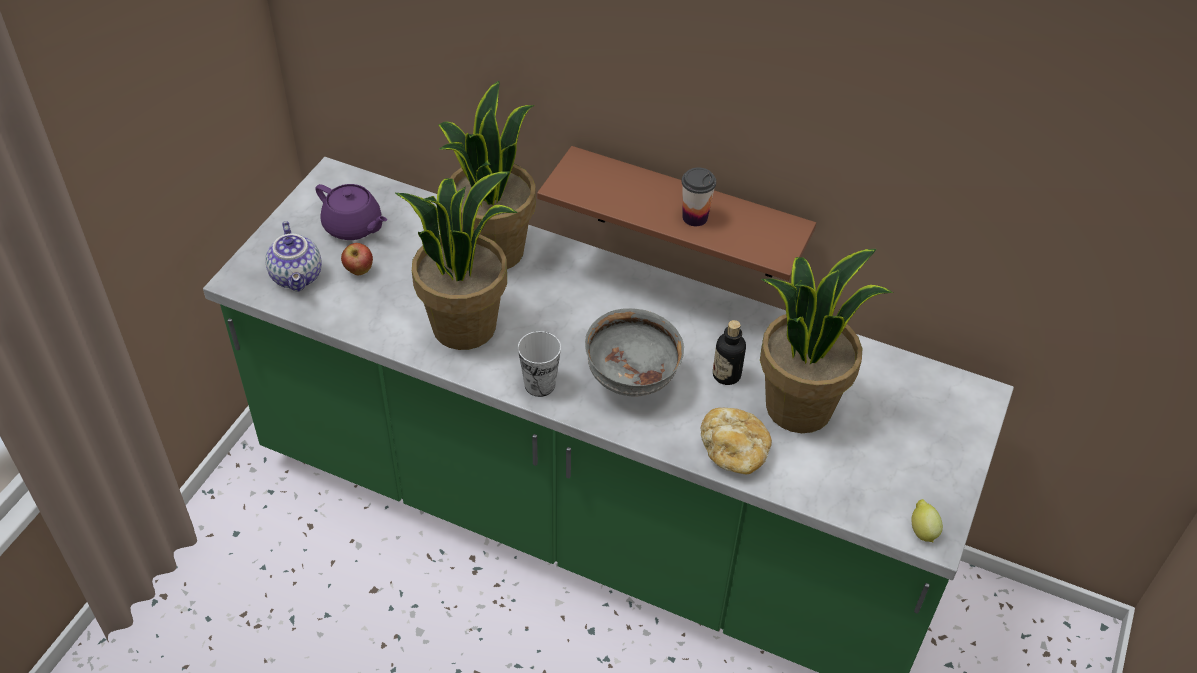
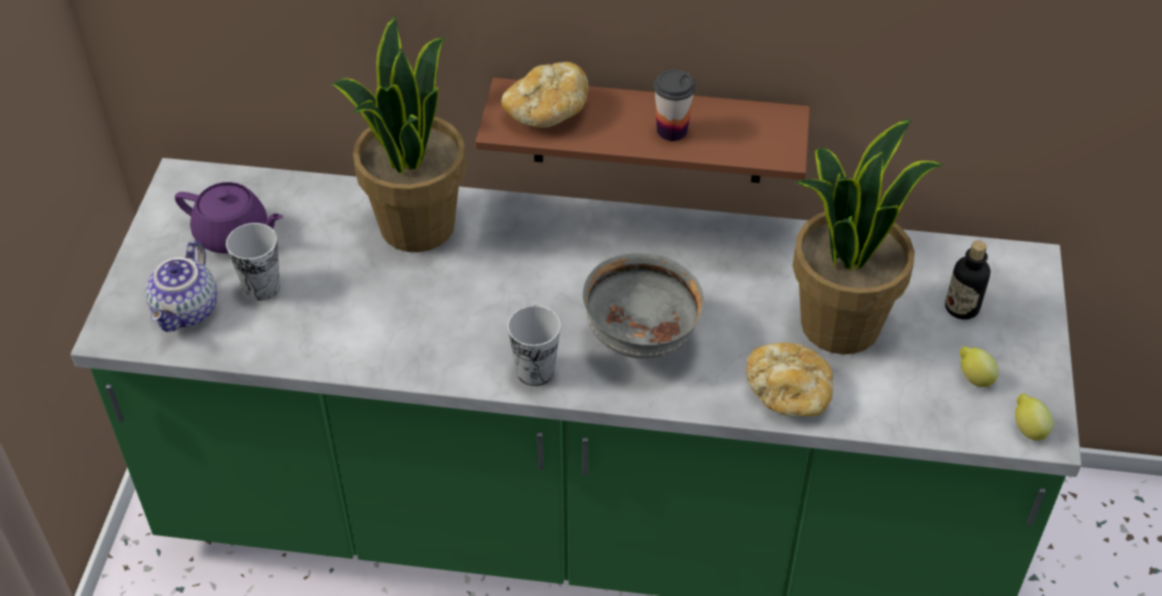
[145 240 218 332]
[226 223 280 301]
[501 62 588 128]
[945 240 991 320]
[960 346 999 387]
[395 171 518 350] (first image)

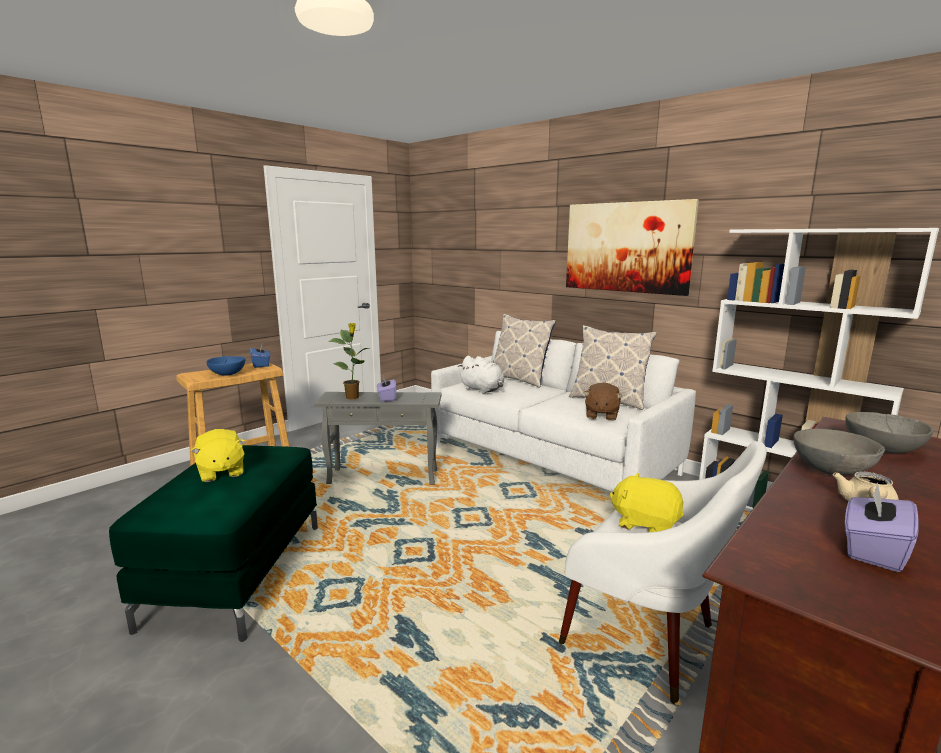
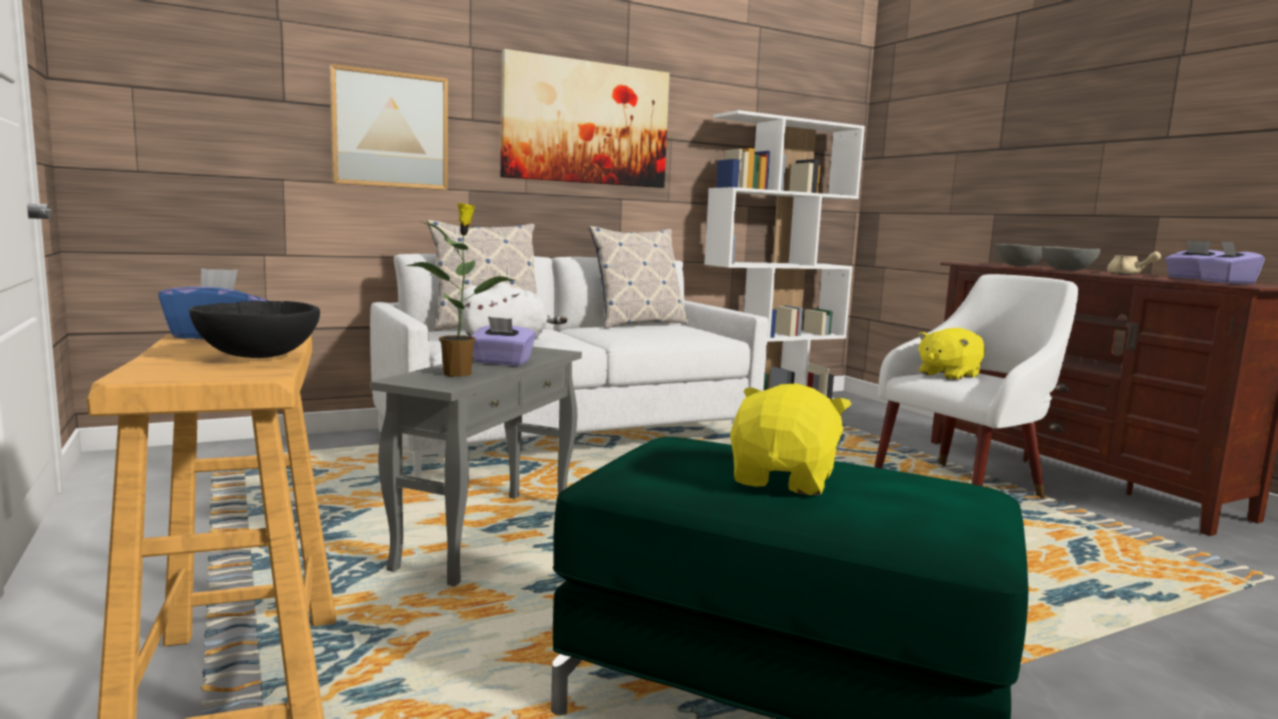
[189 301 320 358]
[330 64 448 190]
[730 383 851 495]
[1199 241 1265 285]
[584 382 622 421] (first image)

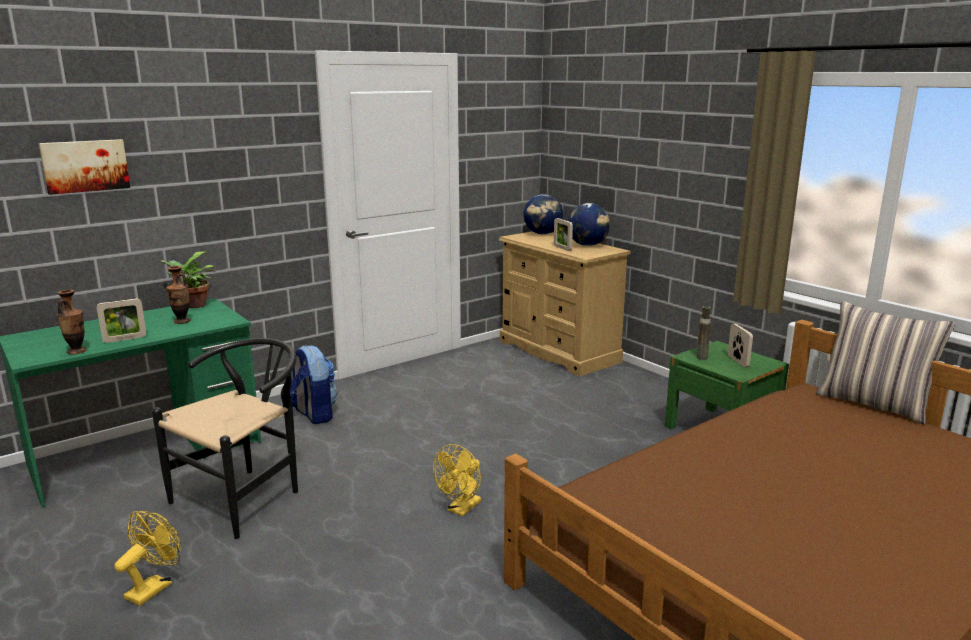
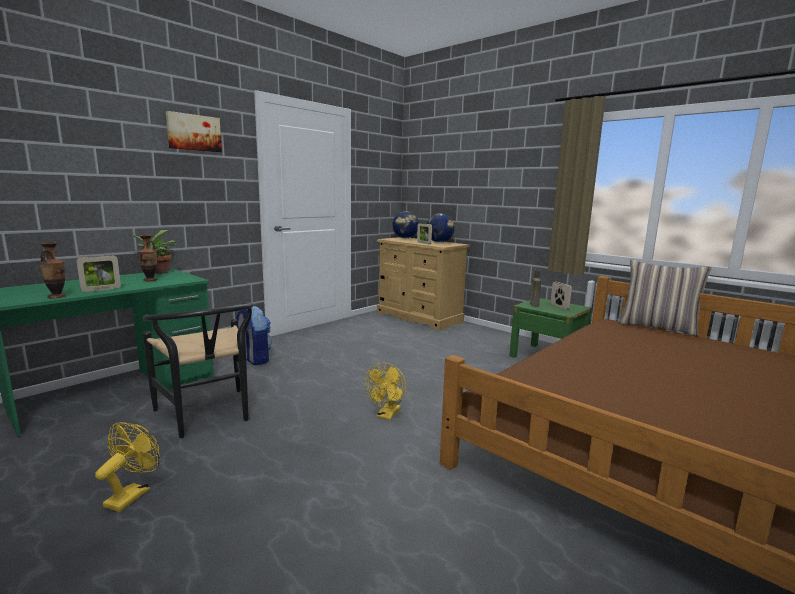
[143 302 253 439]
[166 111 222 152]

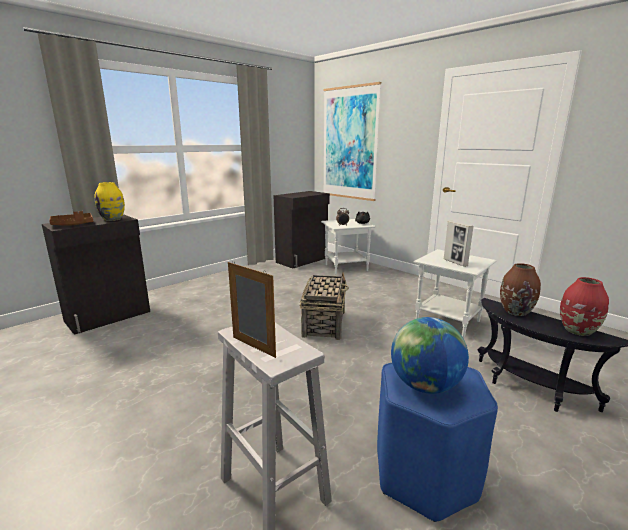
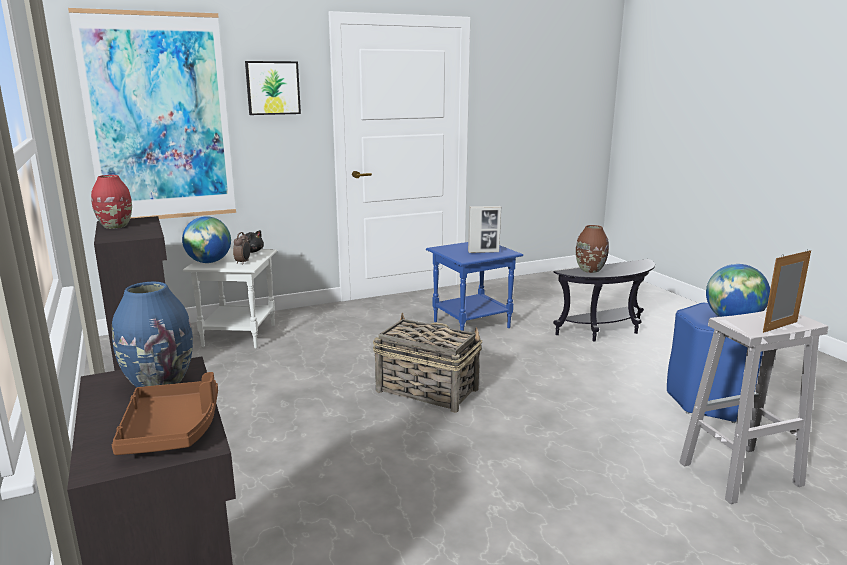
[91 175 132 229]
[112 282 193 387]
[182 216 231 263]
[245 61 301 115]
[426 242 523 331]

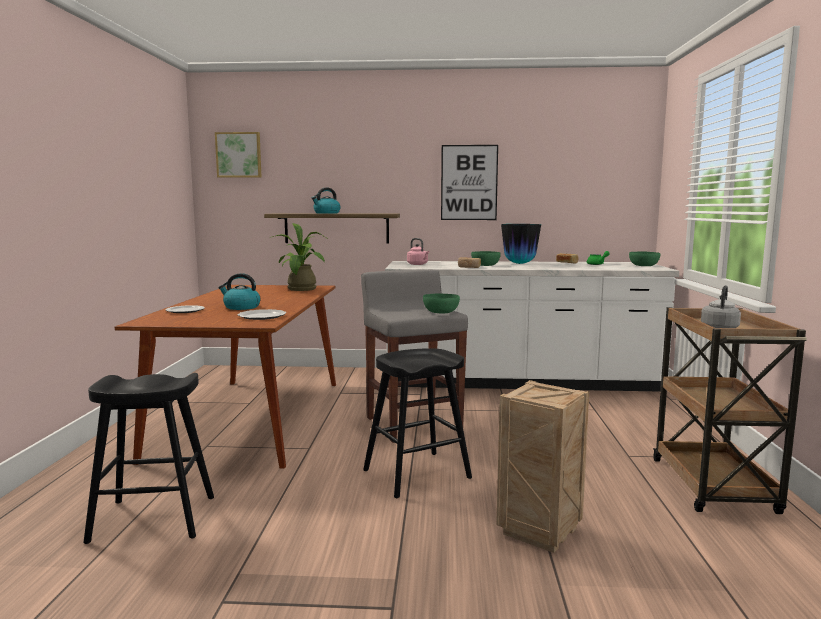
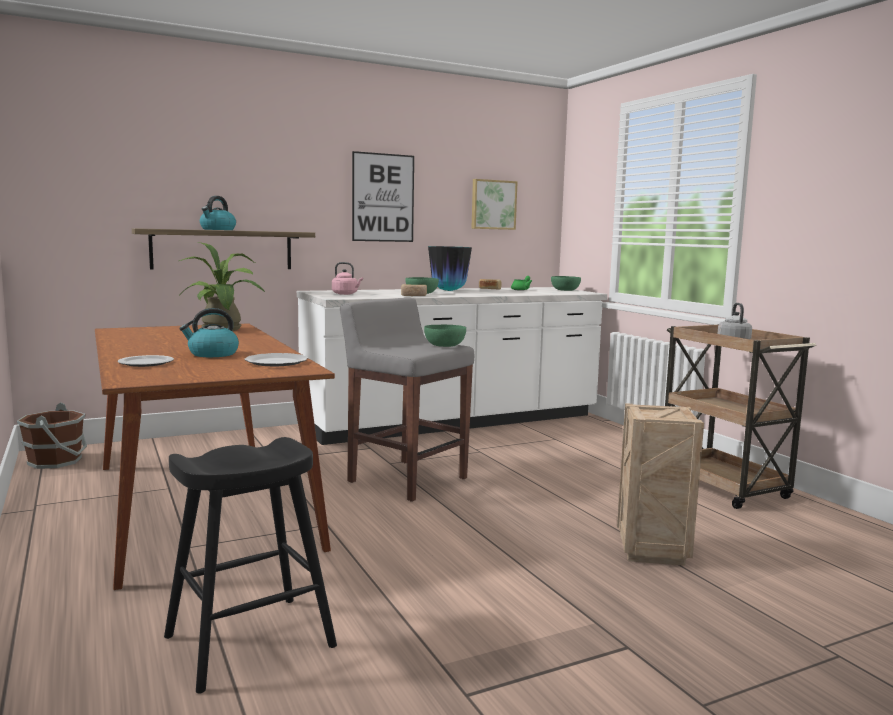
[17 403 87 469]
[471 179 518 230]
[363 348 472 498] (first image)

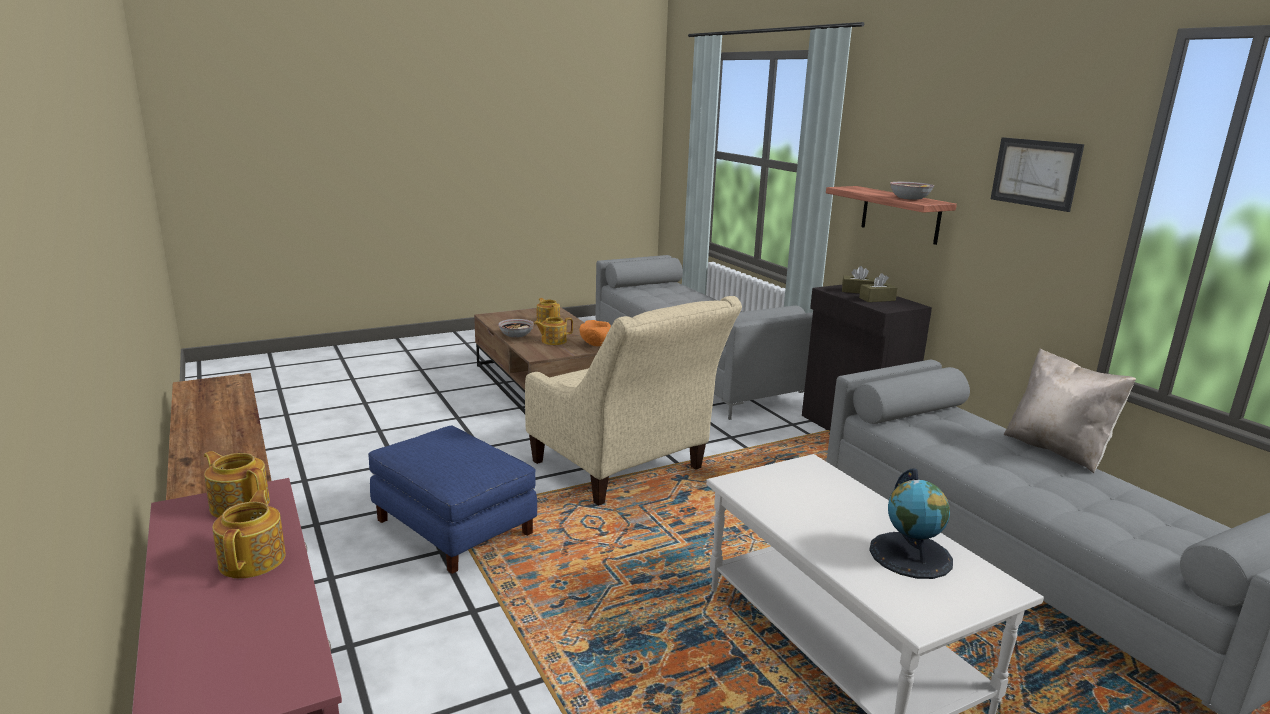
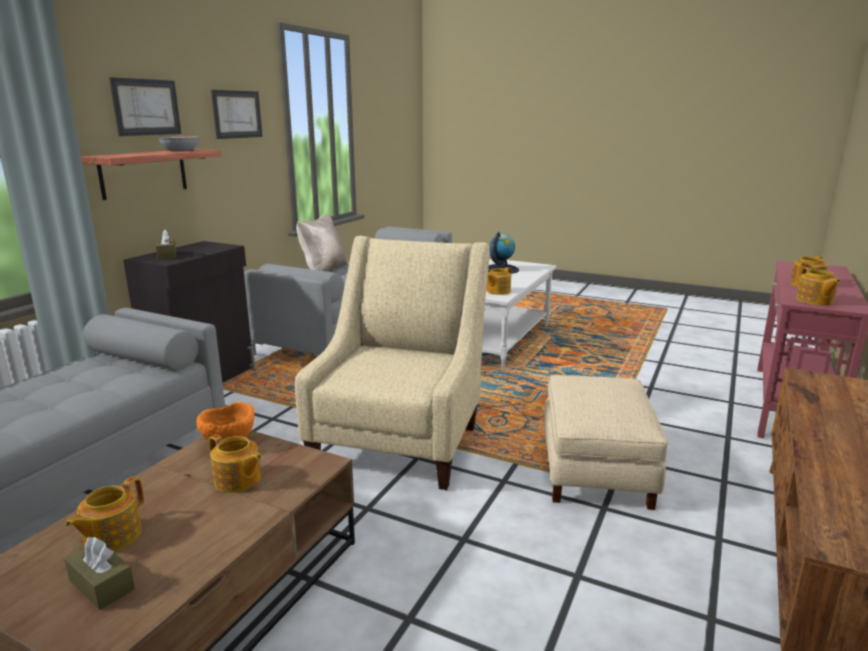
[64 537 135 610]
[109 77 181 136]
[486 267 512 295]
[544 375 668 510]
[498 319 534 338] (first image)

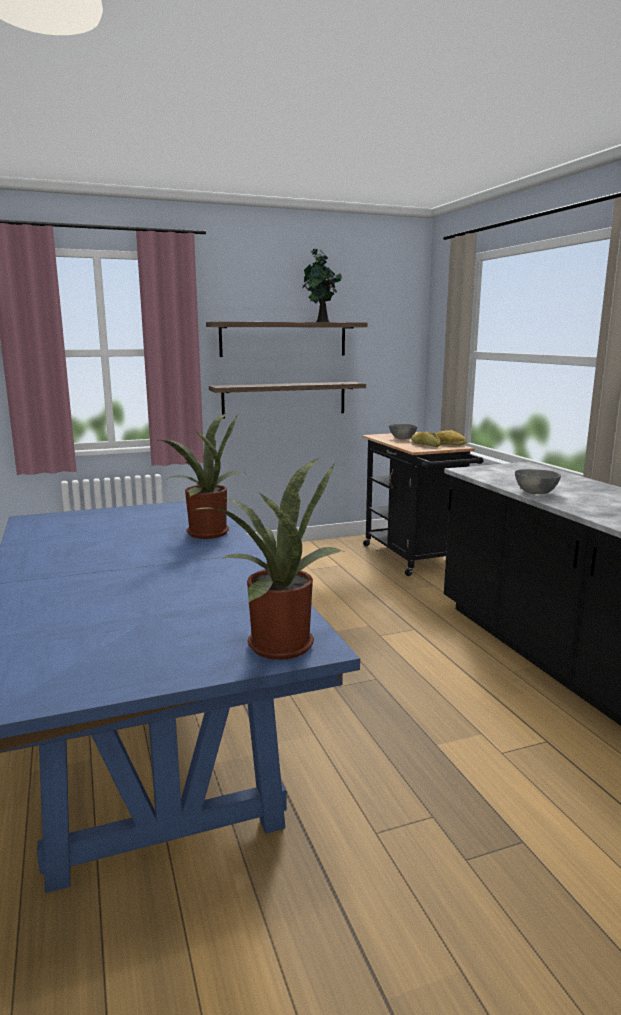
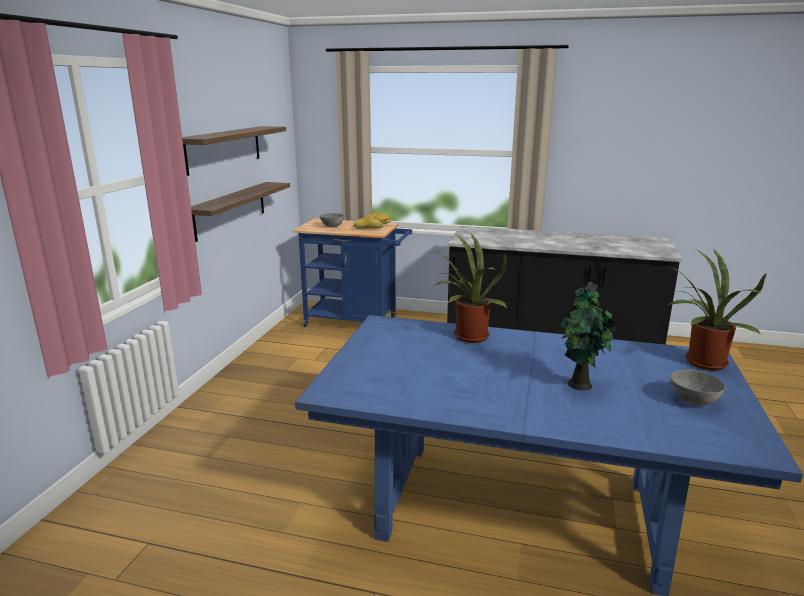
[292 218 412 327]
[561 281 617 391]
[670 369 726 406]

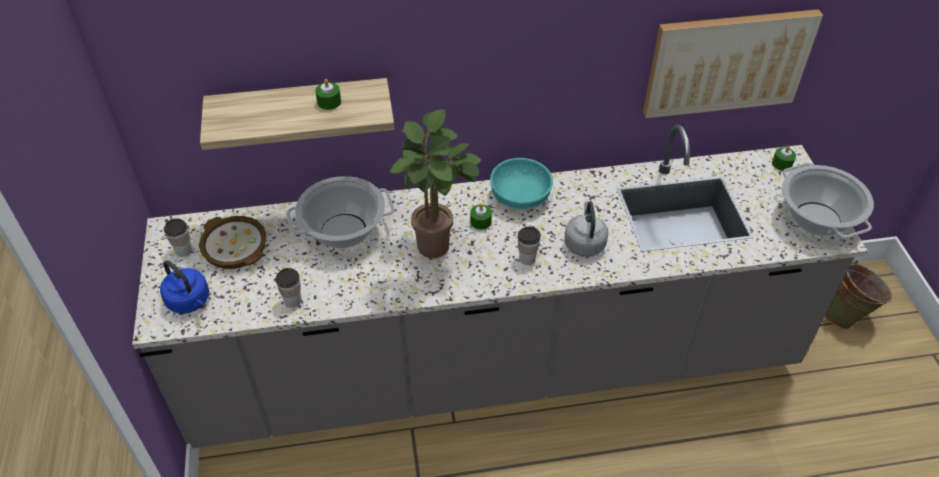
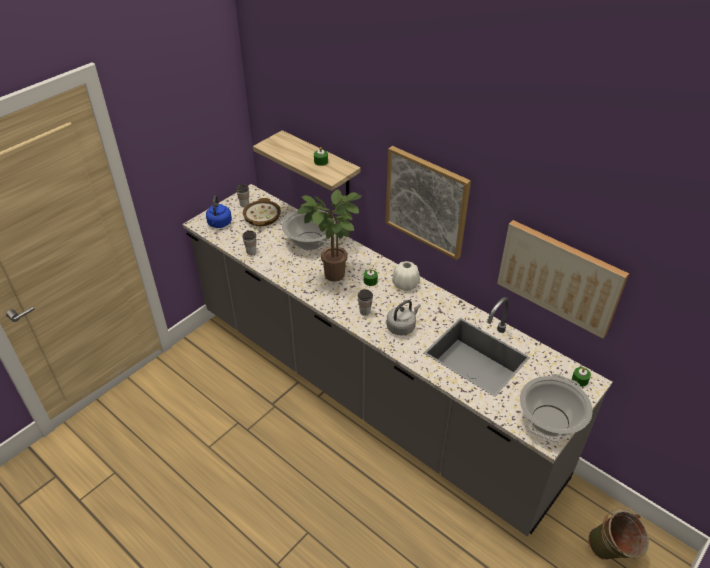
[385 146 471 260]
[392 261 420 291]

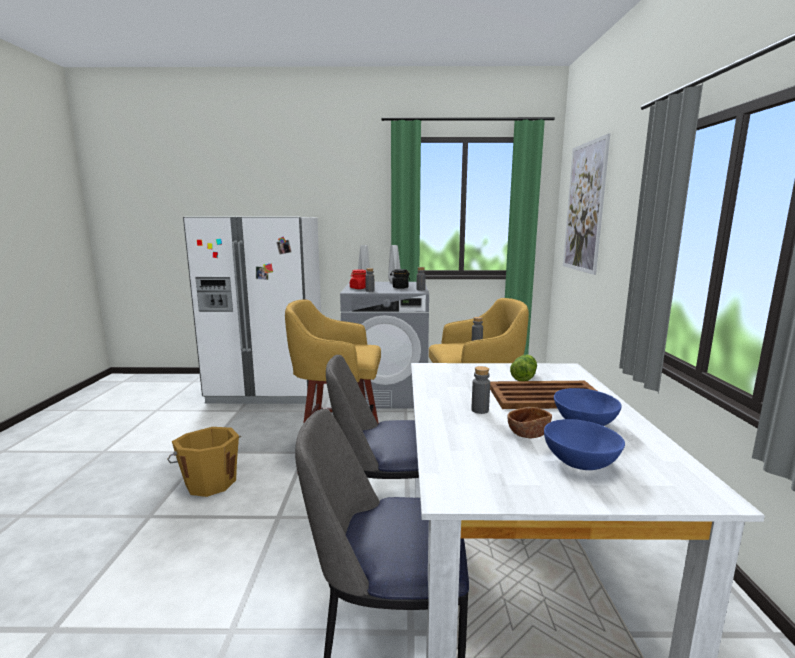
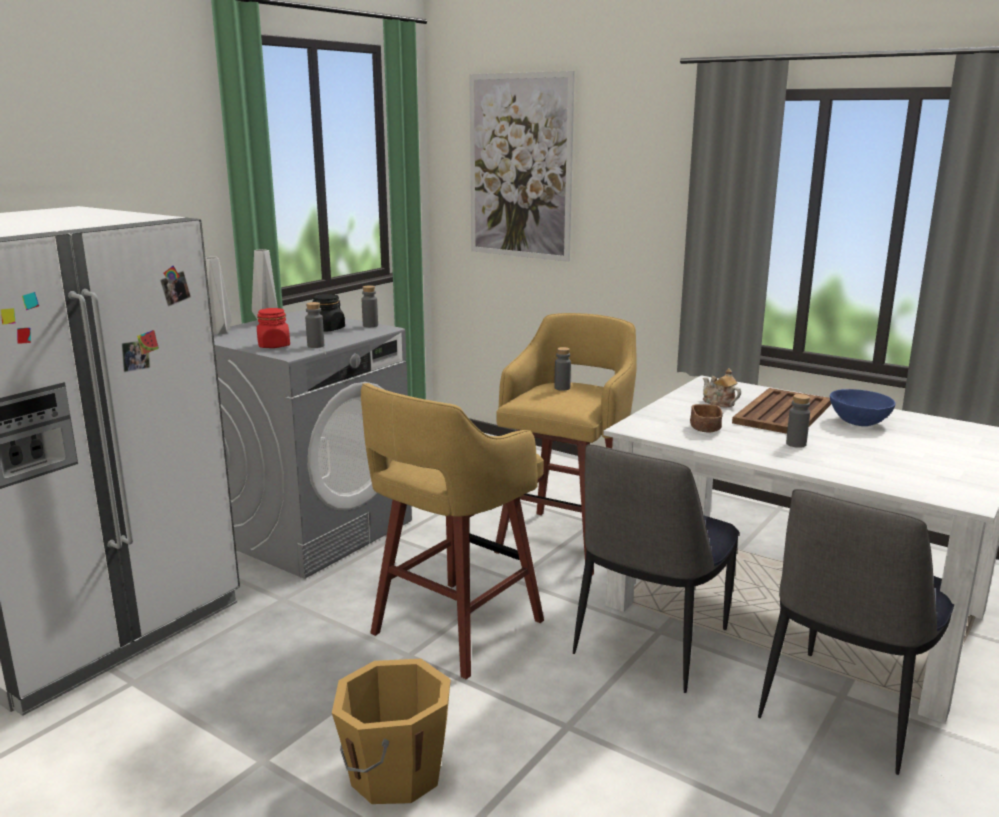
[690 404 723 432]
[703 368 741 407]
[544 419 625 470] (first image)

